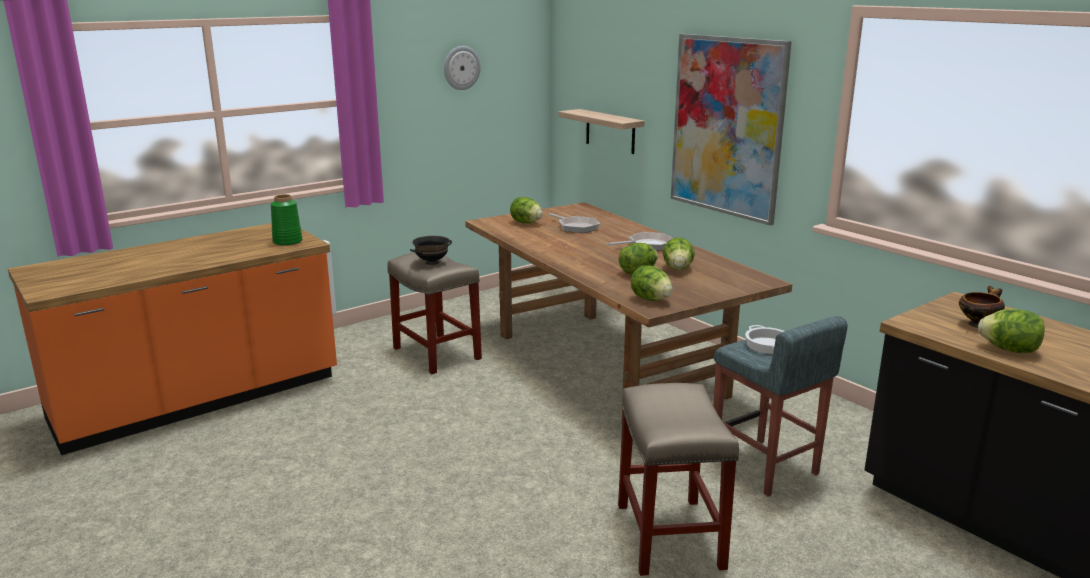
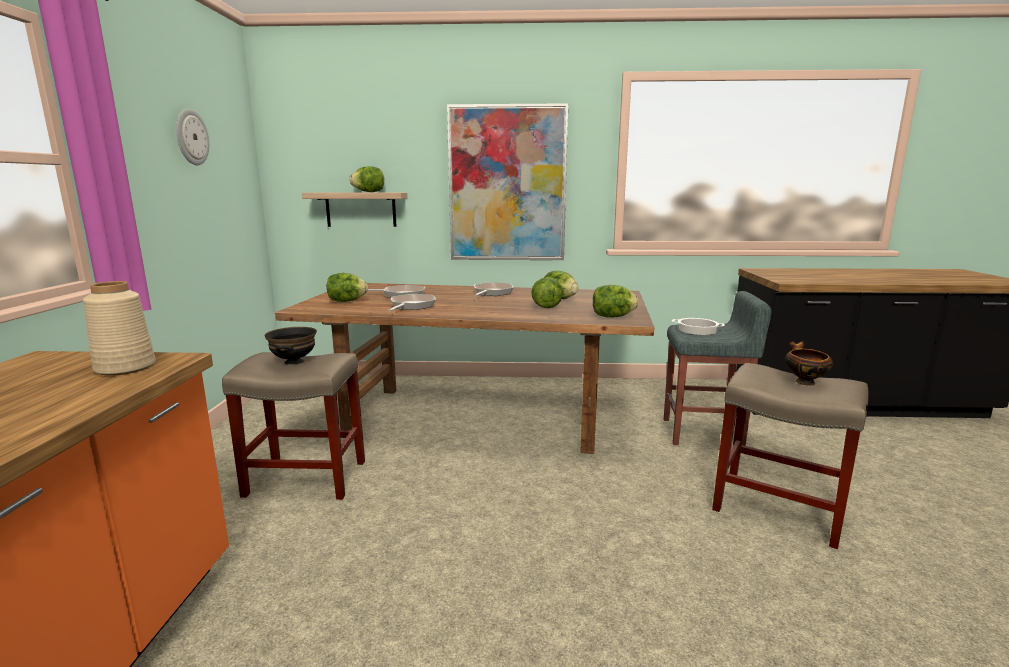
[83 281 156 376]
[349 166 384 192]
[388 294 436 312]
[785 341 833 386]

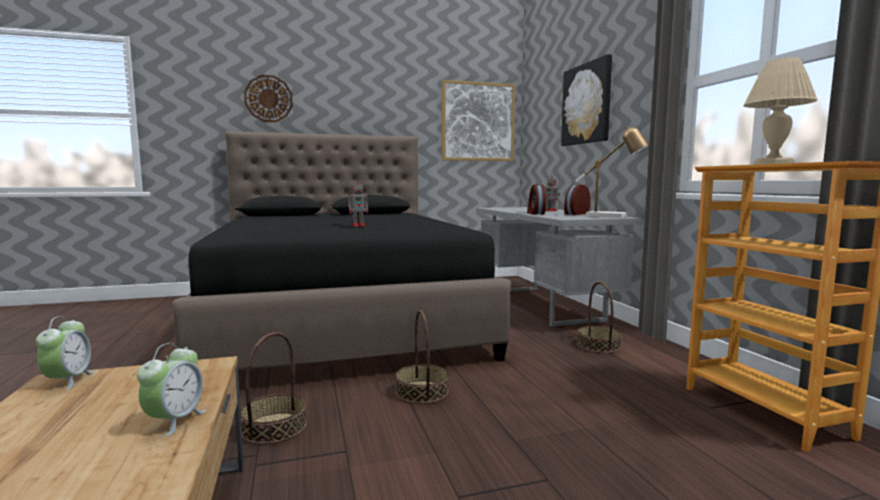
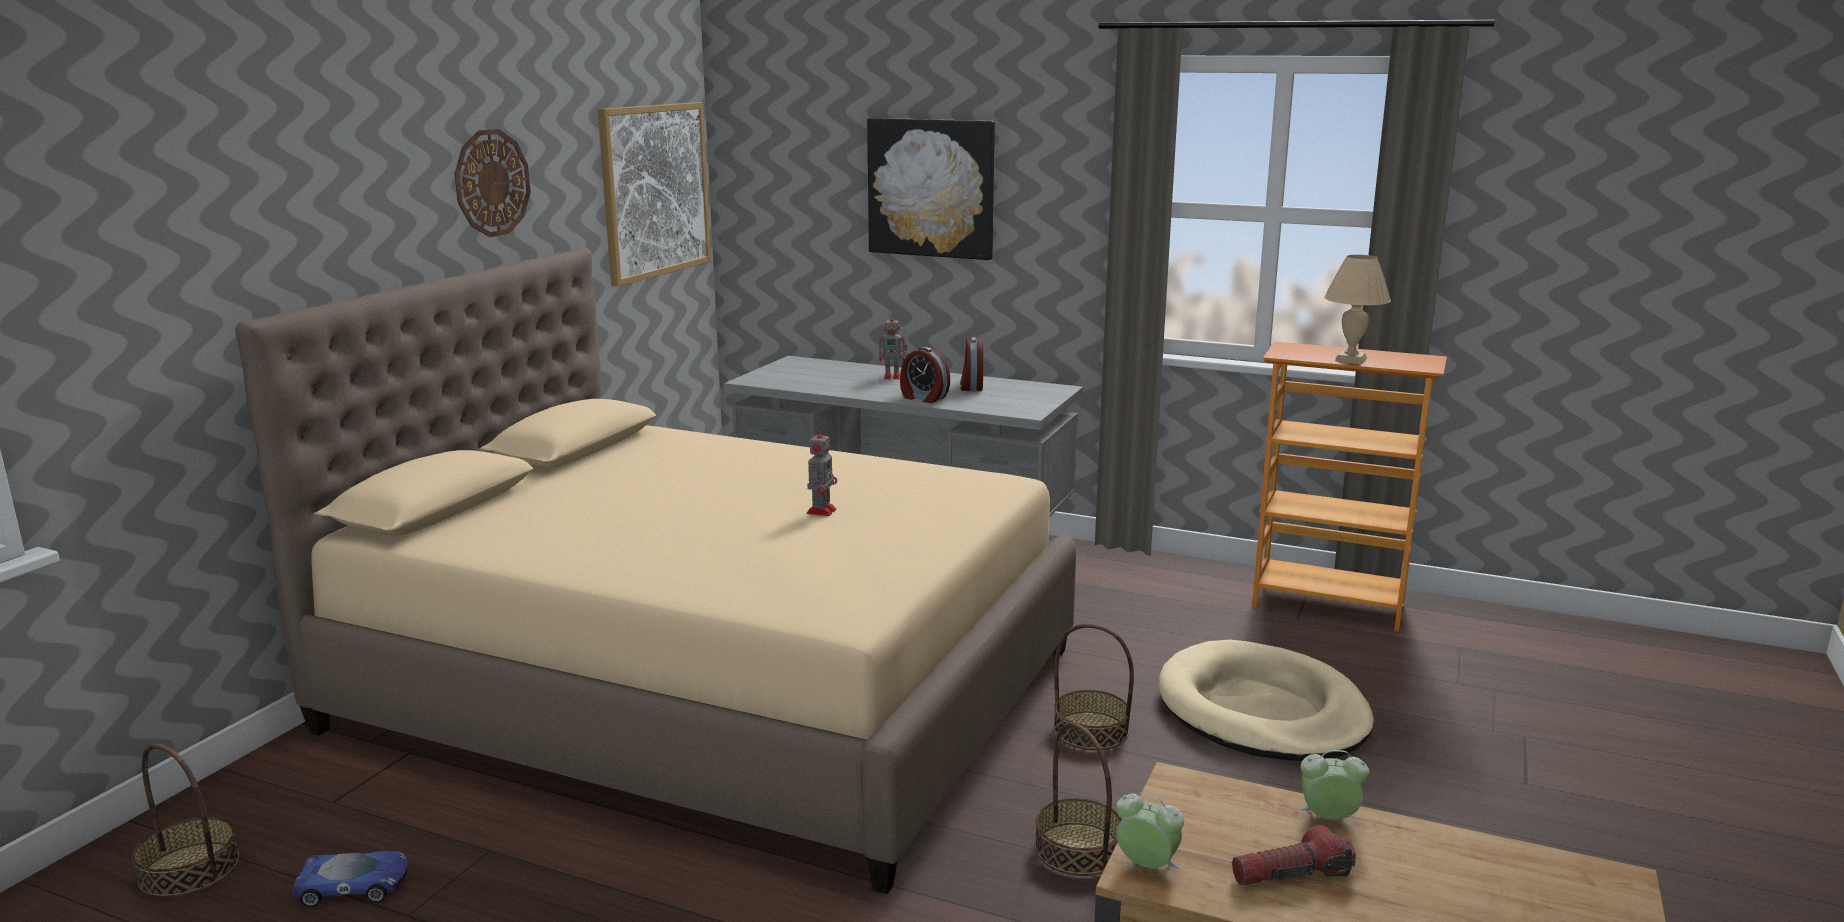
[131 743 240 898]
[236 248 1076 894]
[292 850 408 907]
[454 129 531 237]
[1159 640 1374 761]
[1232 825 1356 885]
[1298 750 1370 820]
[576 126 649 218] (first image)

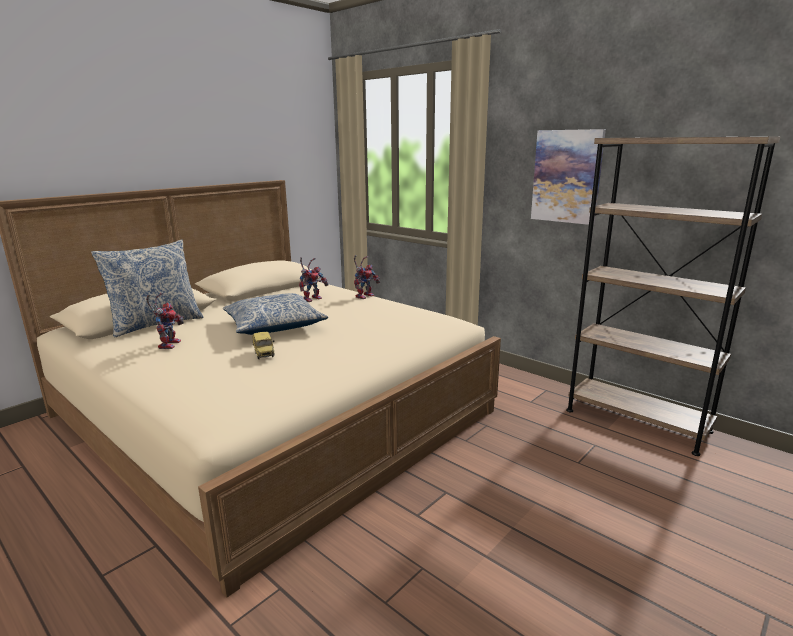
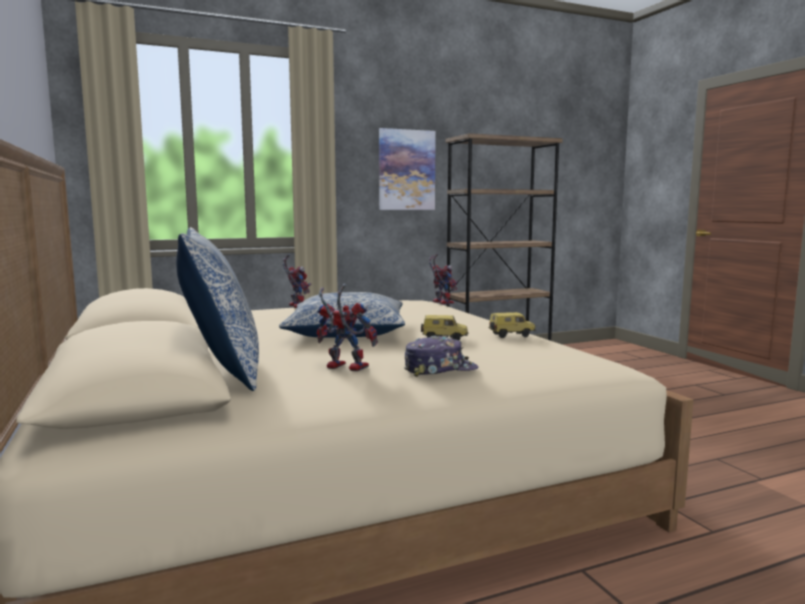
[404 336 479 377]
[429 253 458 305]
[489 312 536 338]

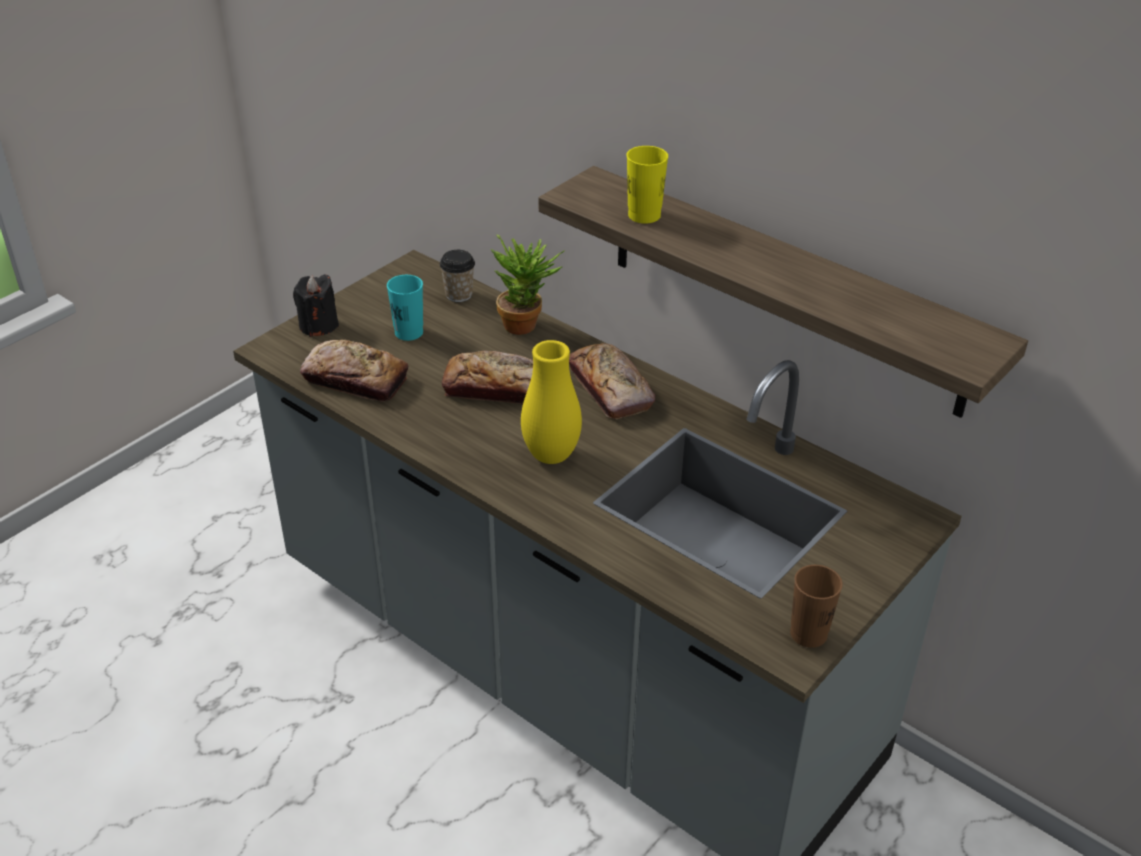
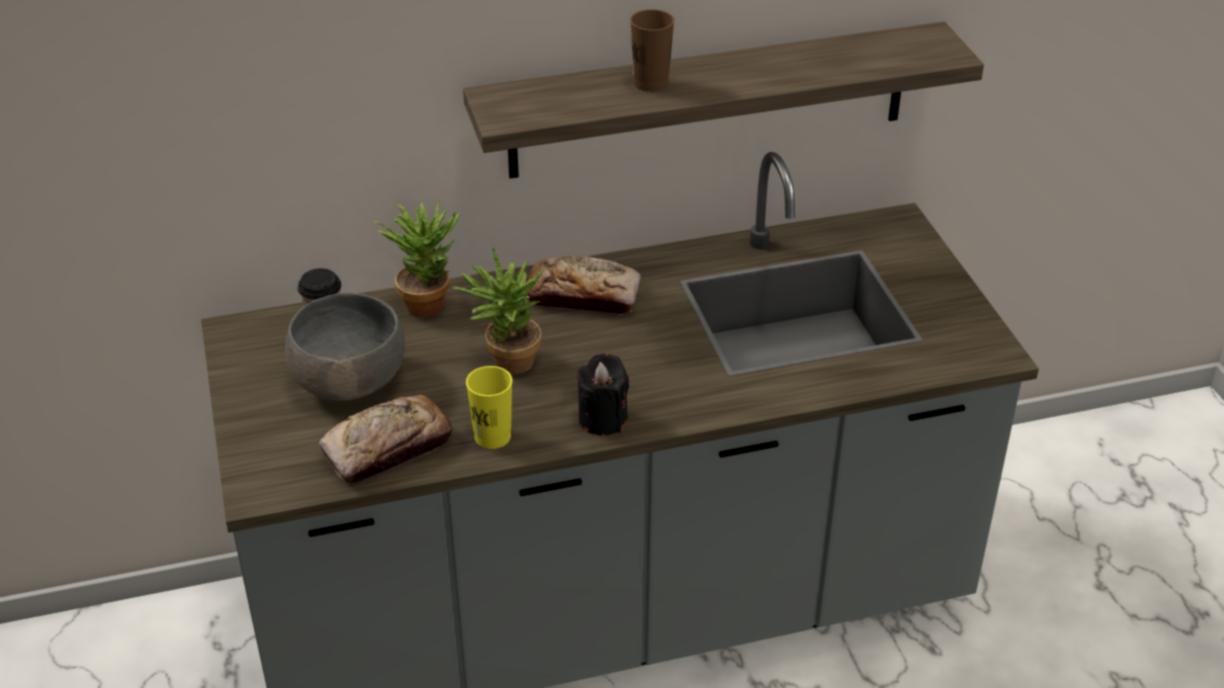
[285 293 405 401]
[452 247 544 374]
[466 366 512 449]
[576 353 629 436]
[630 9 674 92]
[521 340 582 464] (first image)

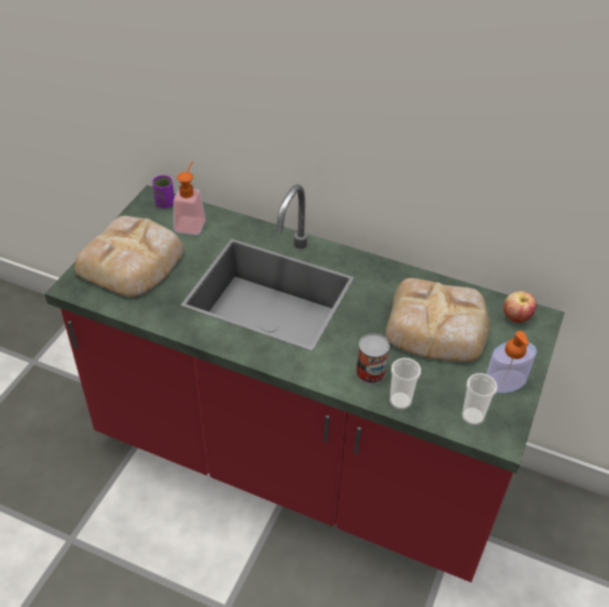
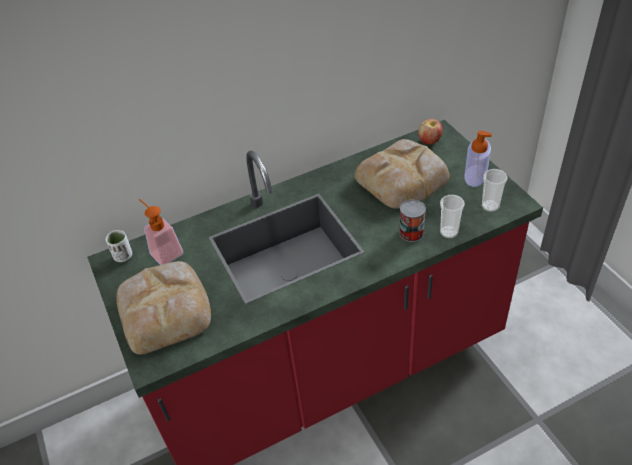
[106 230 132 262]

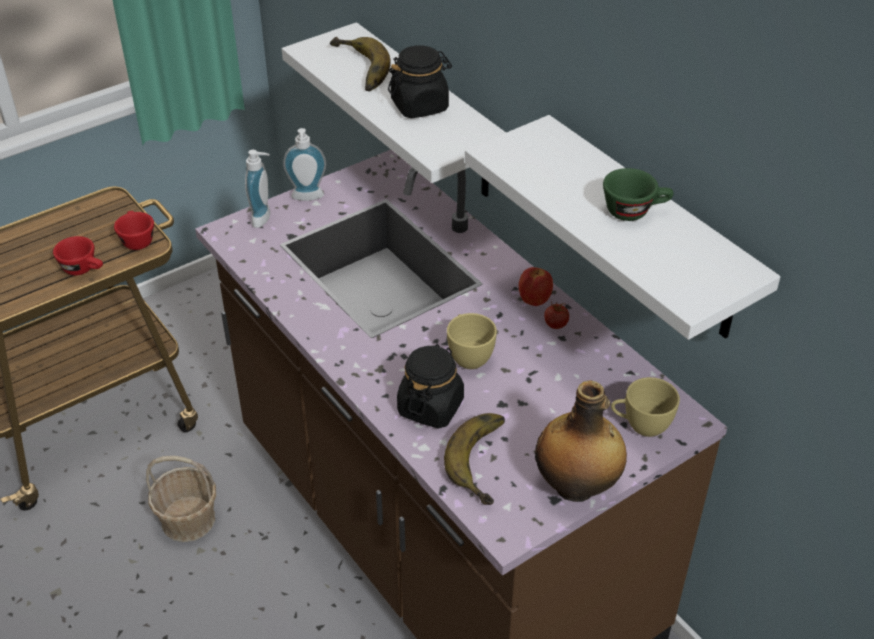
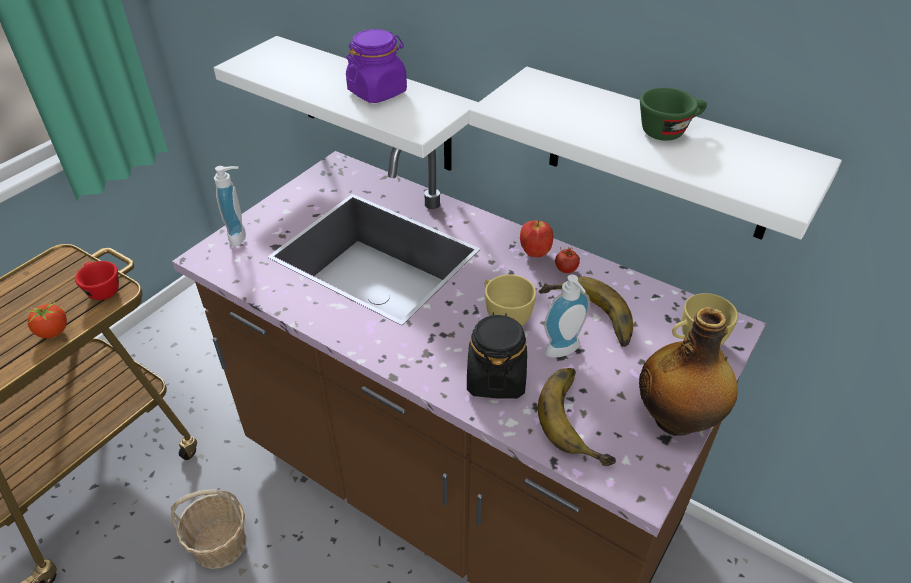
[26 300 67 338]
[346 29 407 103]
[539 277 633 347]
[544 275 590 358]

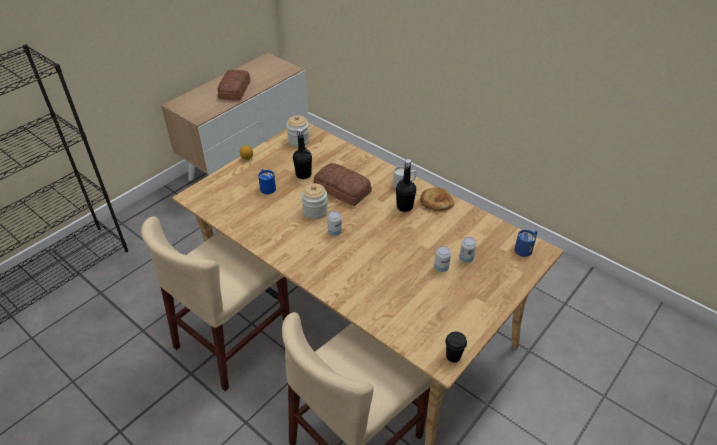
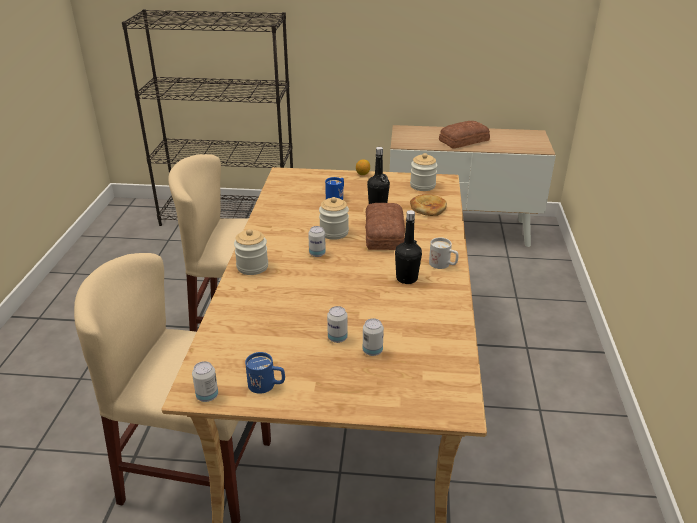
[192 361 218 402]
[234 229 268 275]
[245 352 285 394]
[410 194 447 216]

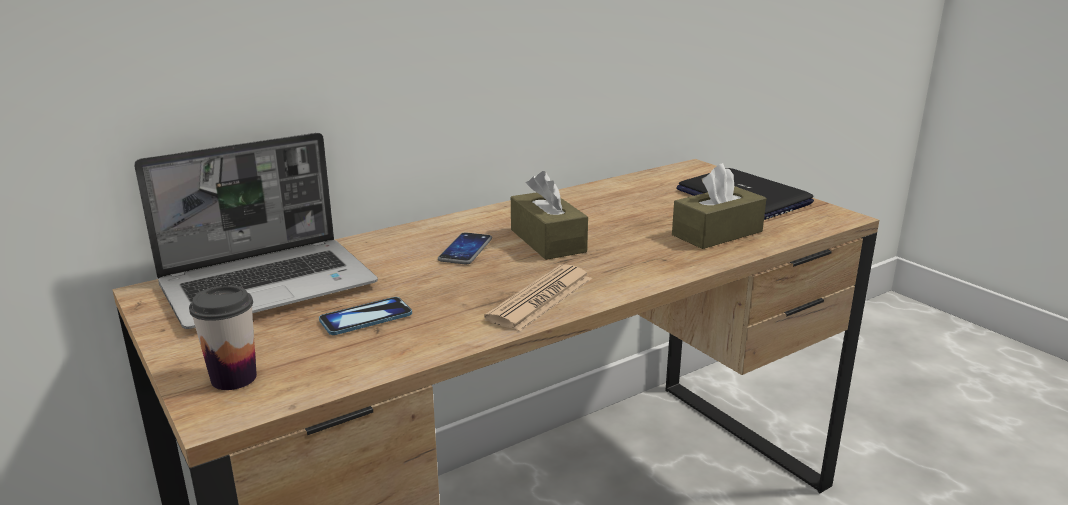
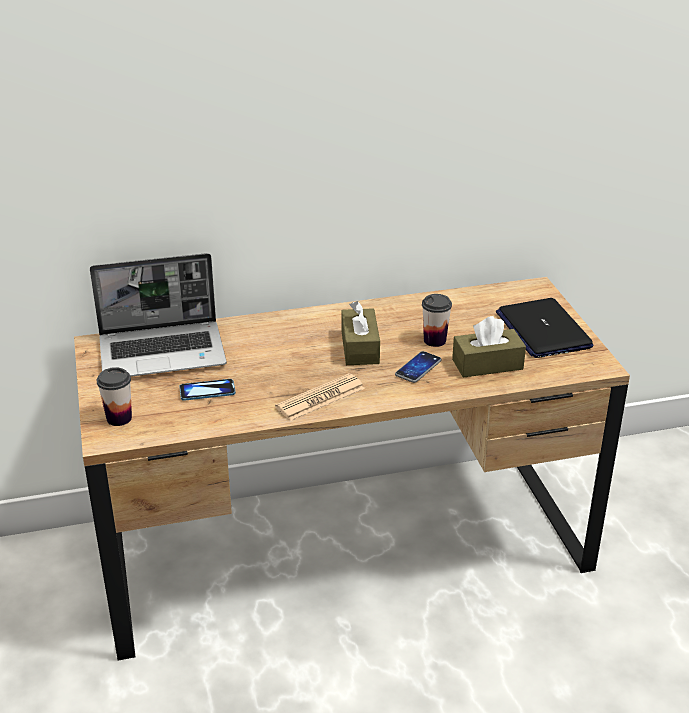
[395 351 442 383]
[422 294 452 347]

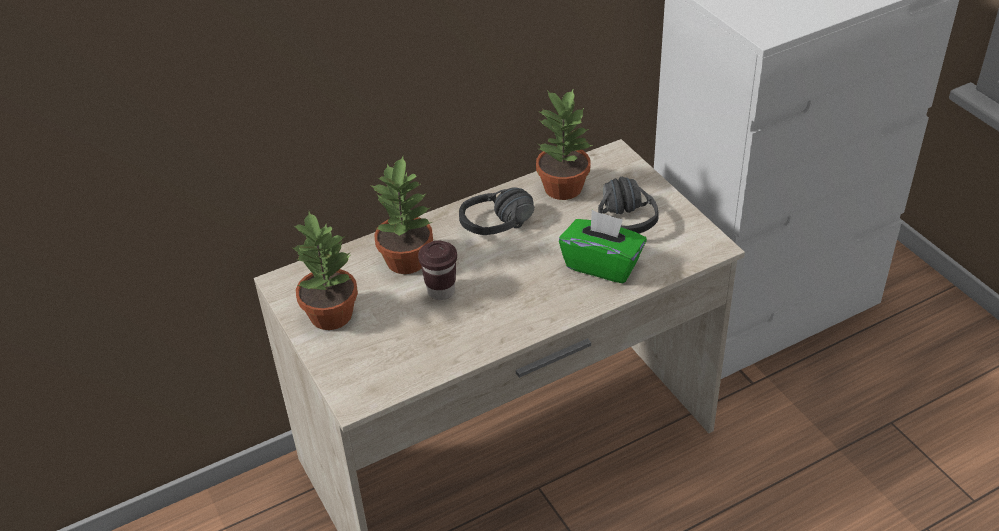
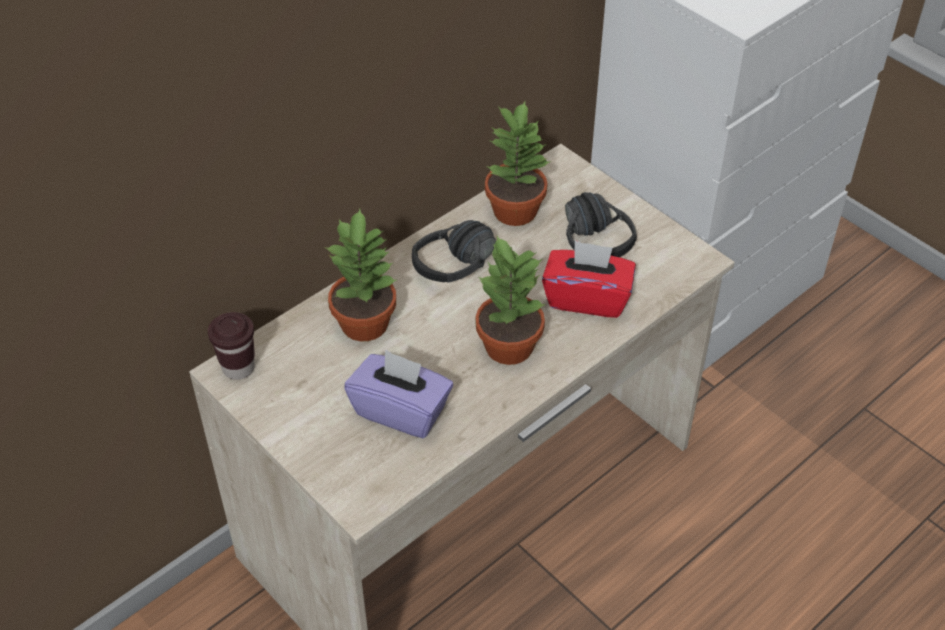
[208 312 255 380]
[344 349 453 438]
[475 236 546 365]
[542 240 636 318]

